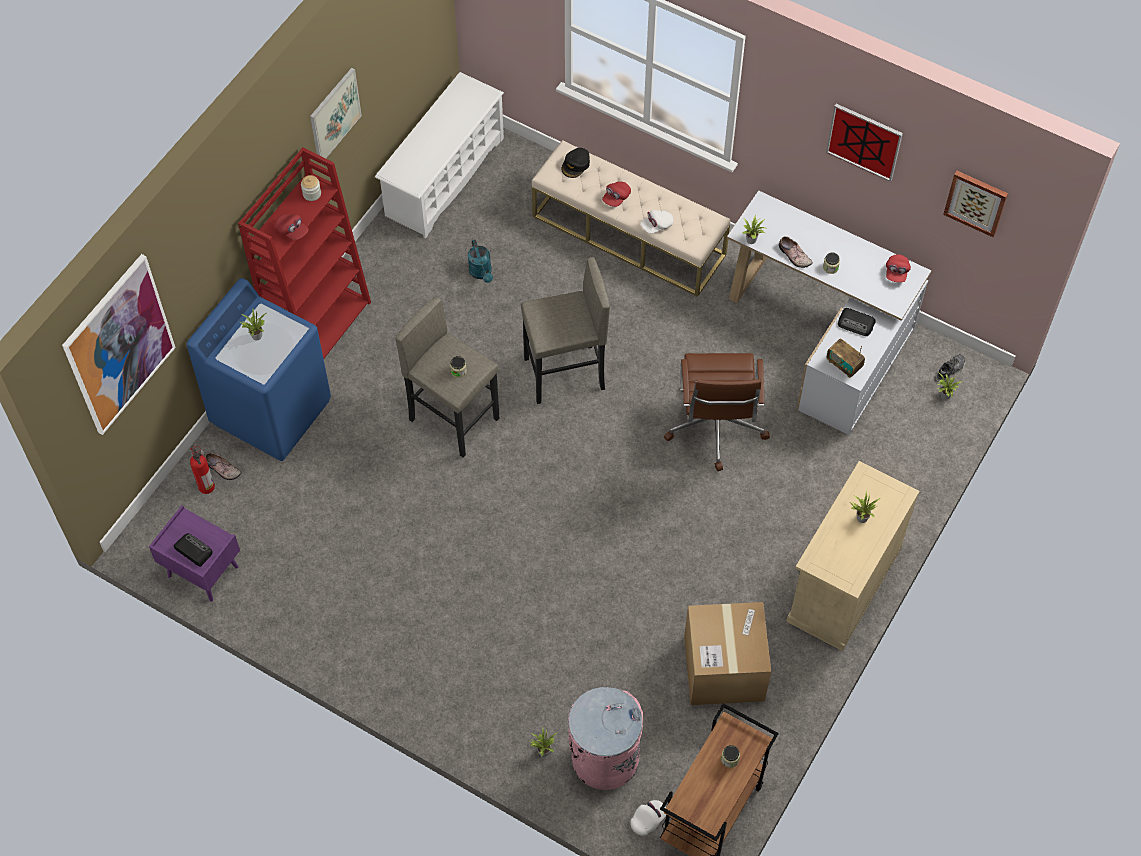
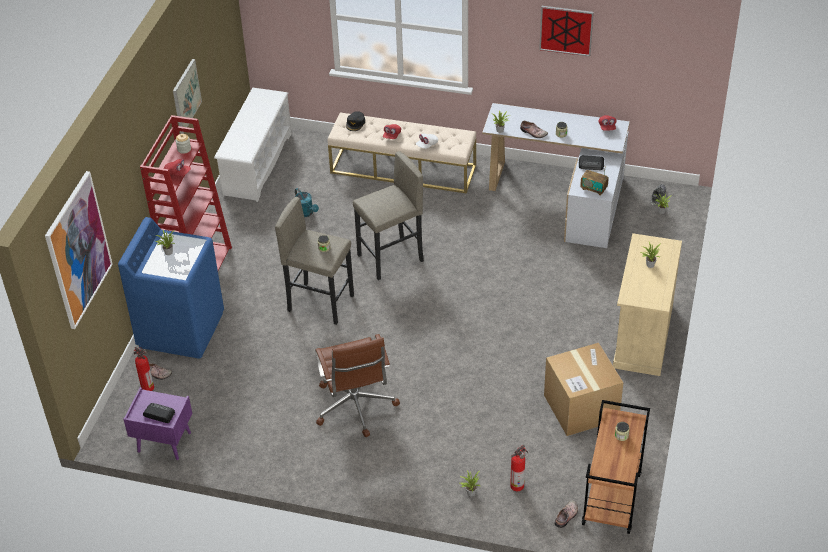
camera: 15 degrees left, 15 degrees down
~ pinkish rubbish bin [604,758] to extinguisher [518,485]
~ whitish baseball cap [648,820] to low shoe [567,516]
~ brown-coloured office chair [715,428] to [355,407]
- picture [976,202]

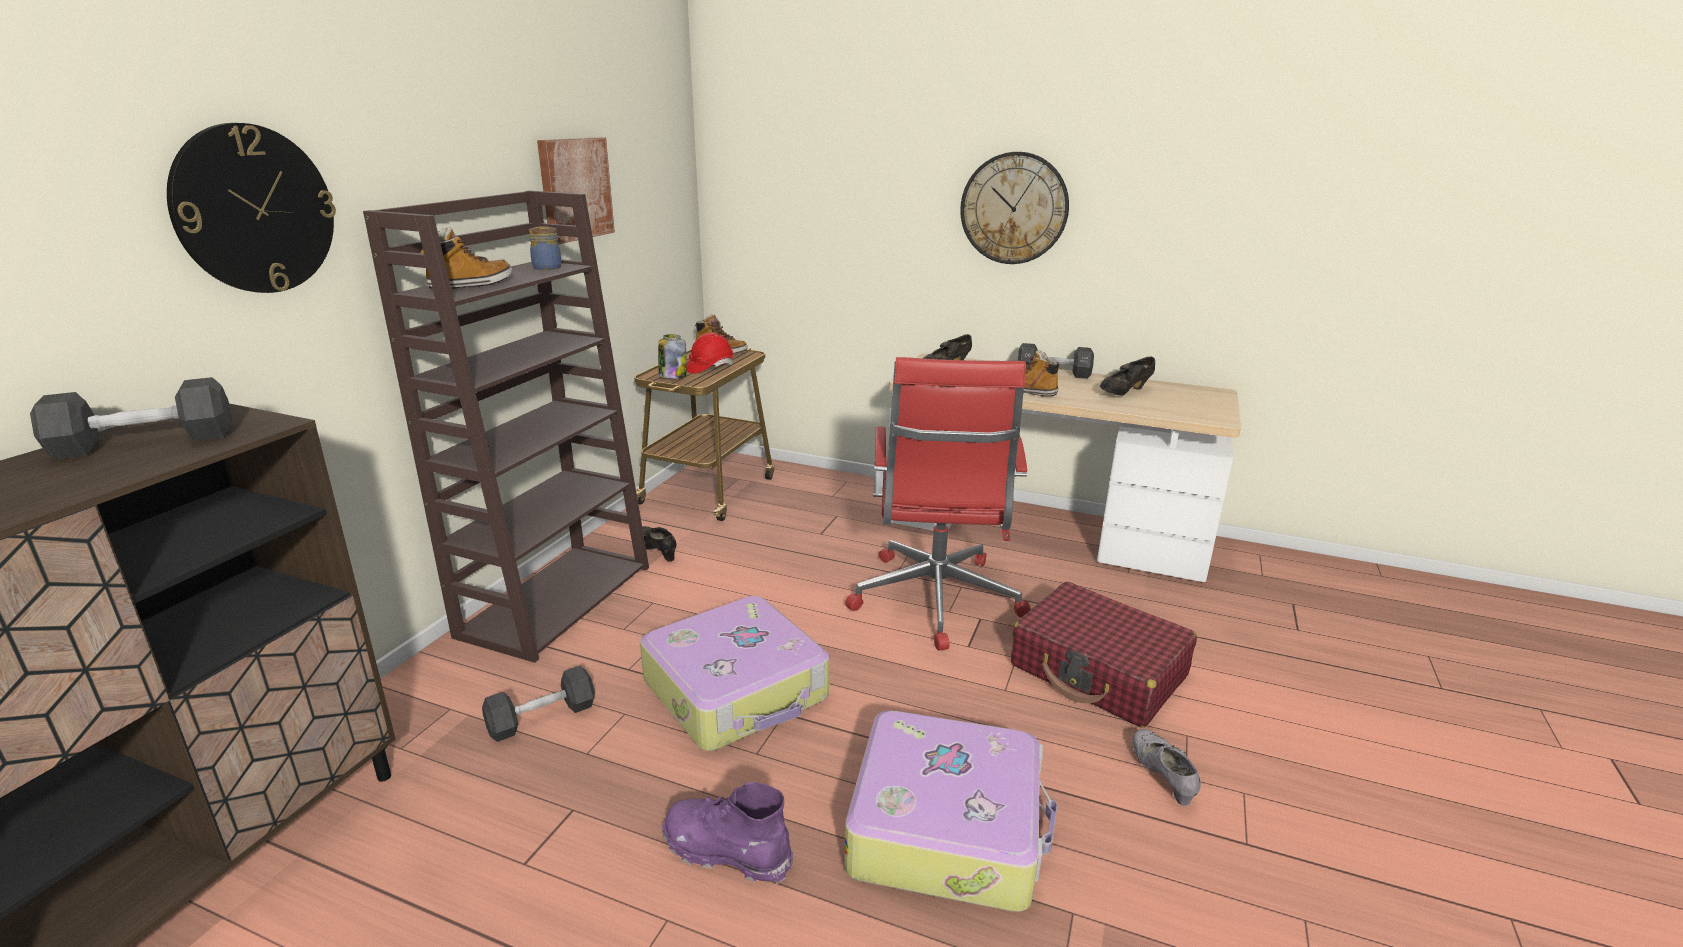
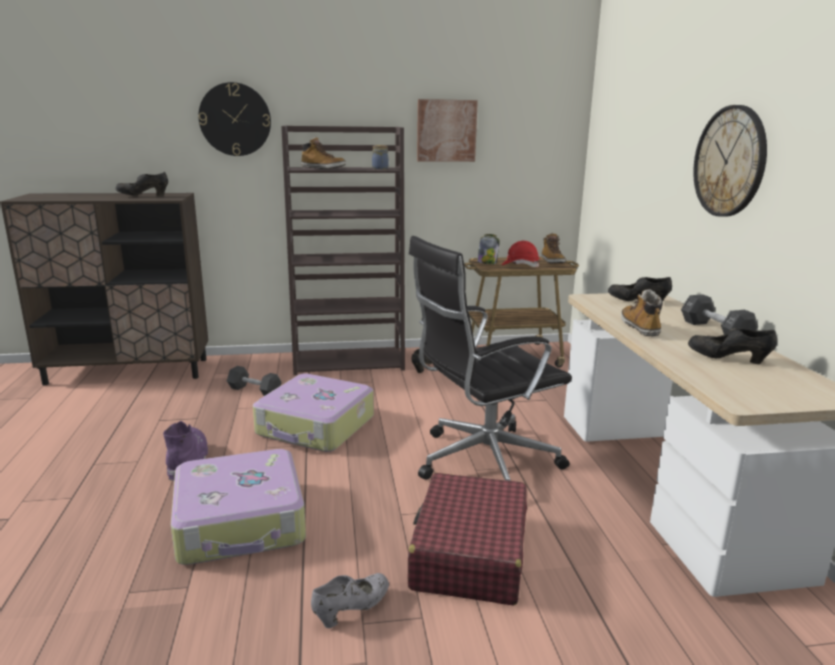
camera: 60 degrees right, 5 degrees down
~ black free weight [145,442] to black low shoe [143,196]
~ red office chair [935,601] to black office chair [482,462]

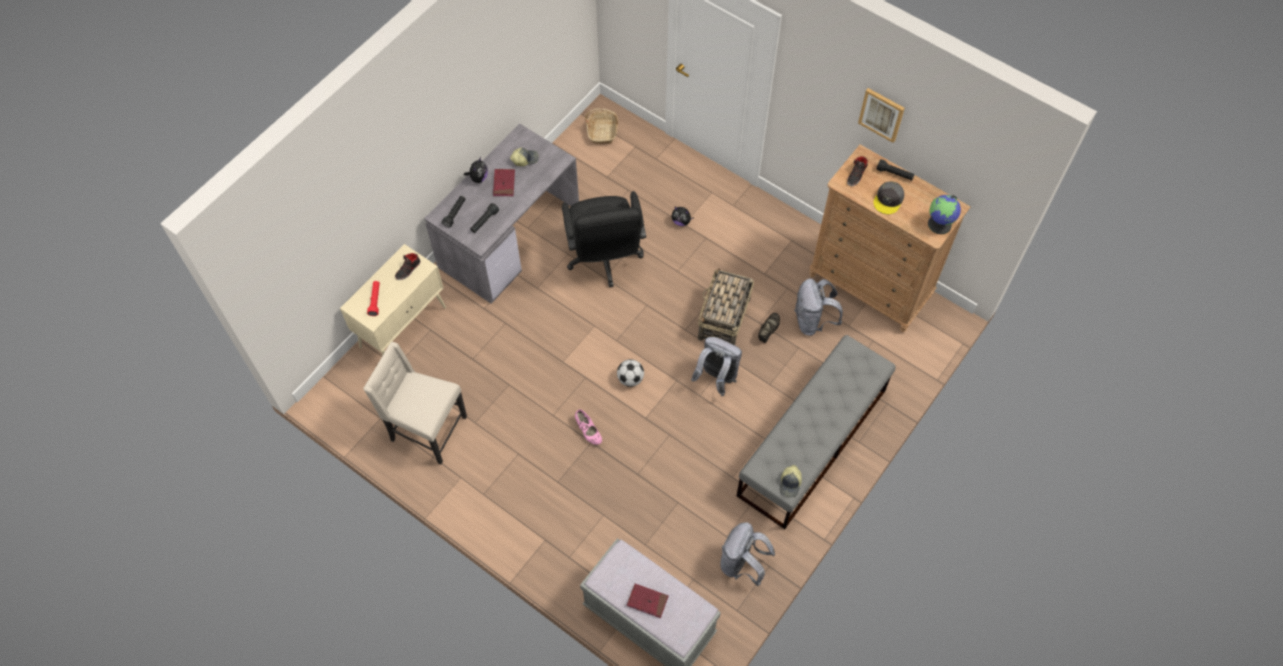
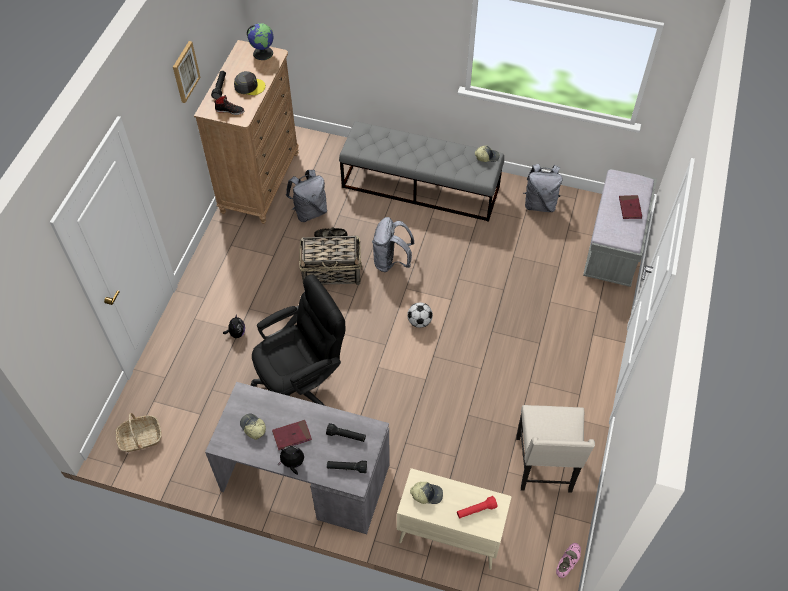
camera: 110 degrees left, 5 degrees down
~ black low shoe [408,270] to baseball cap [427,494]
~ pinkish low shoe [588,431] to [567,563]

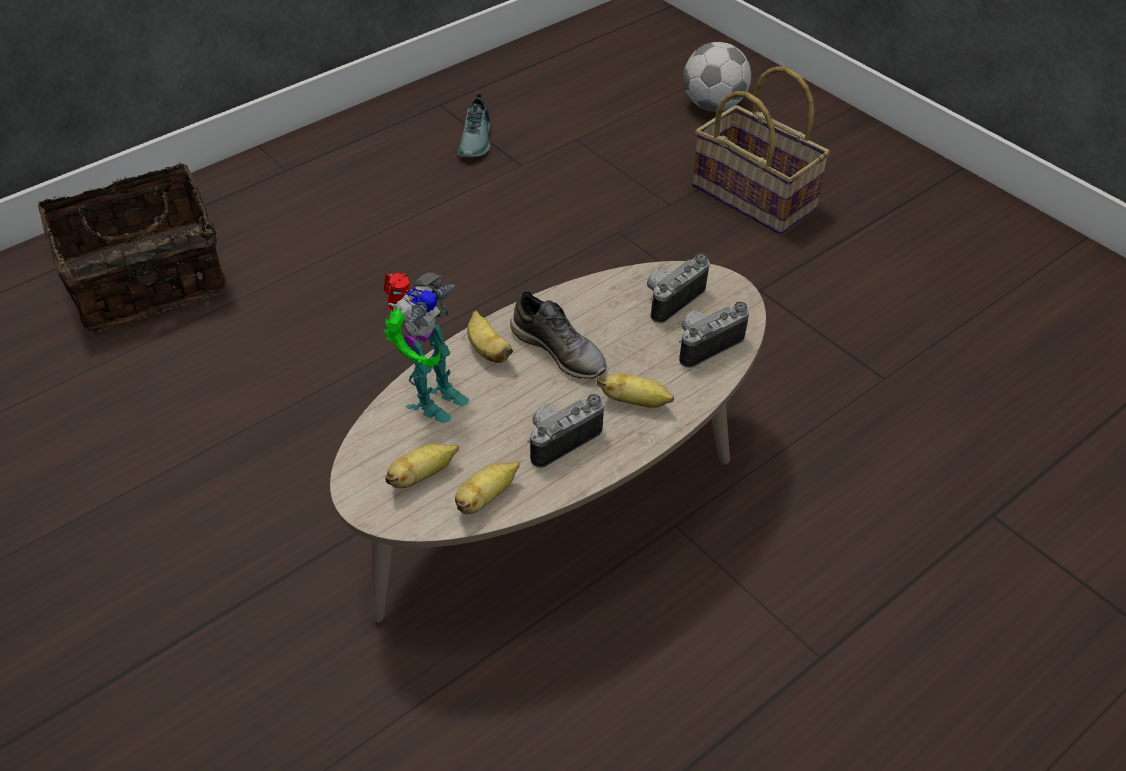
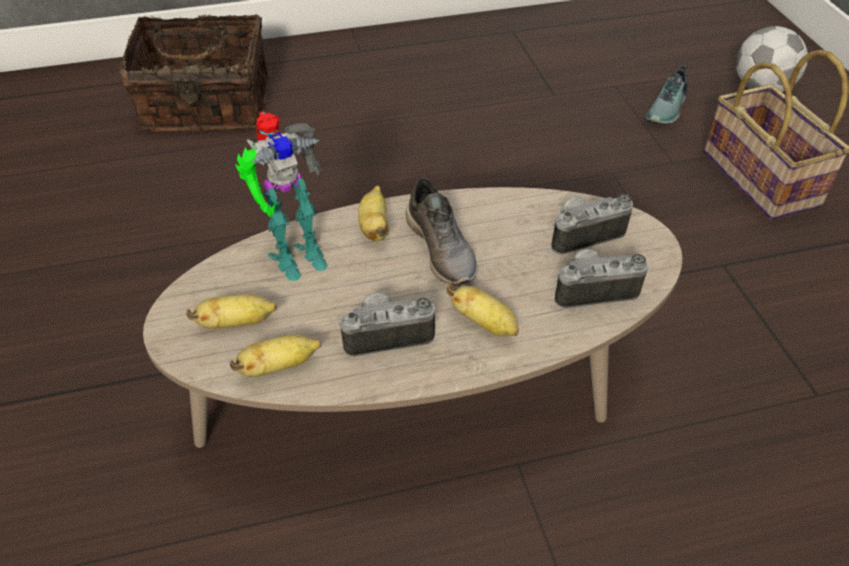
camera: 25 degrees right, 0 degrees up
~ low shoe [477,140] to [668,109]

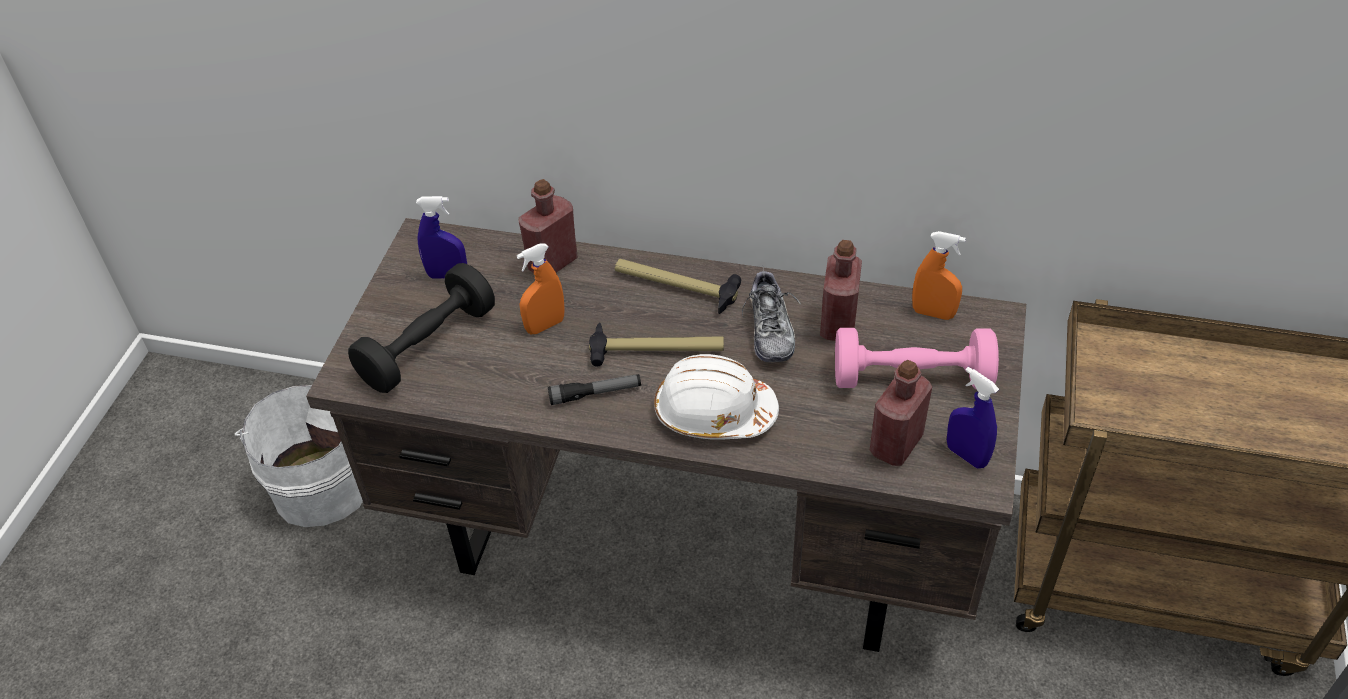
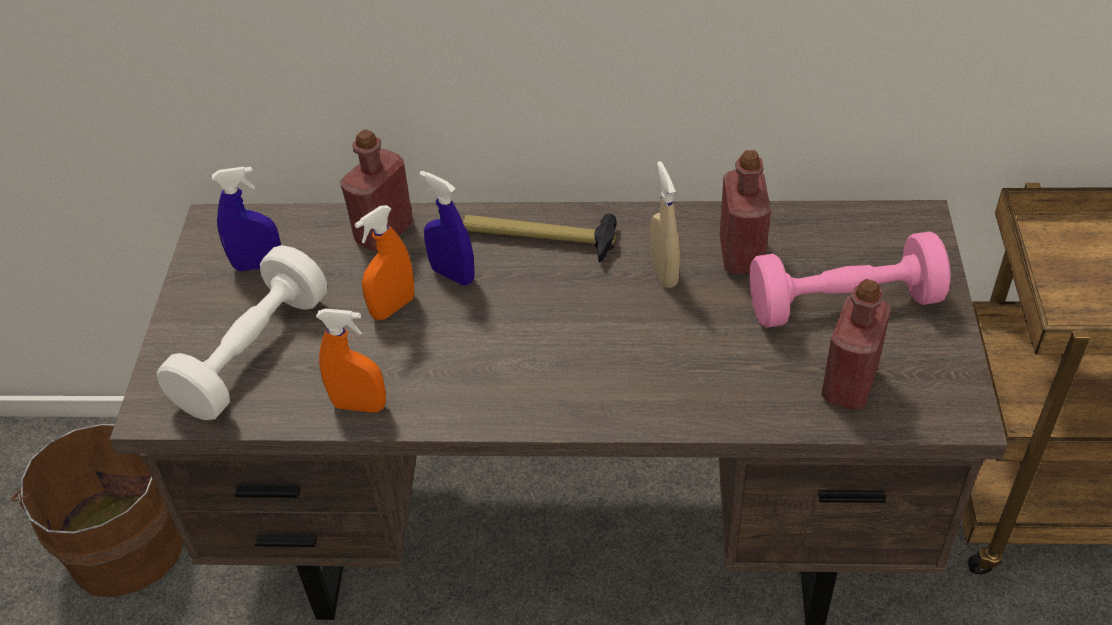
camera: 10 degrees left, 0 degrees up
~ whitish water bucket [321,484] to brown-coloured water bucket [125,541]
~ black free weight [428,346] to whitish free weight [253,354]
- torch [595,394]
- hand hammer [656,350]
- whitish safety helmet [714,413]
~ low shoe [770,330] to beige-coloured sprayer [664,272]
~ orangey sprayer [933,313] to [359,405]
~ blue sprayer [966,455] to [452,275]

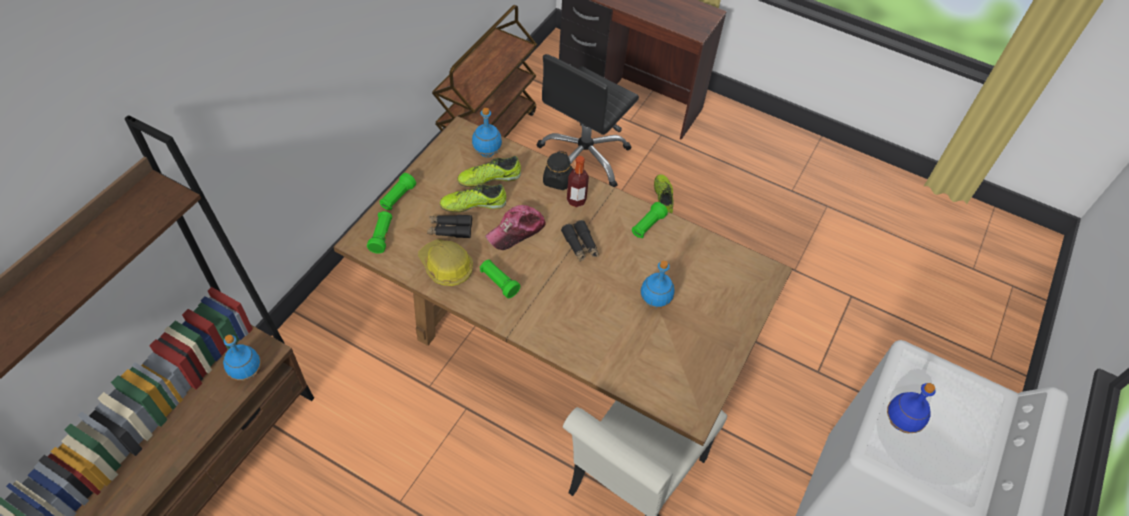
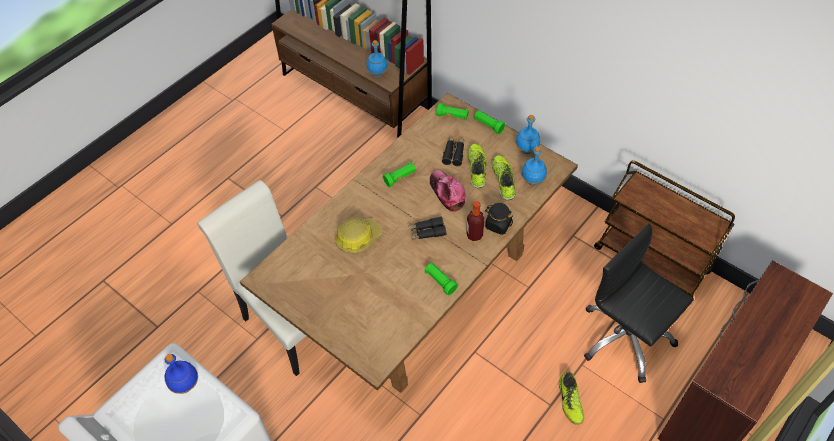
camera: 105 degrees right, 0 degrees up
~ safety helmet [446,267] to [357,238]
~ blue beverage bottle [654,301] to [527,150]
~ low shoe [663,199] = [570,401] 75 degrees clockwise

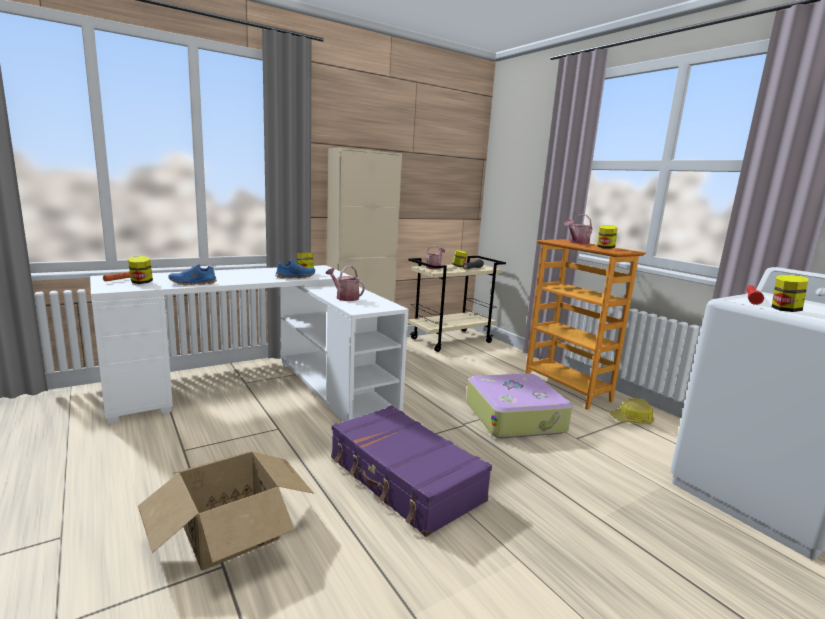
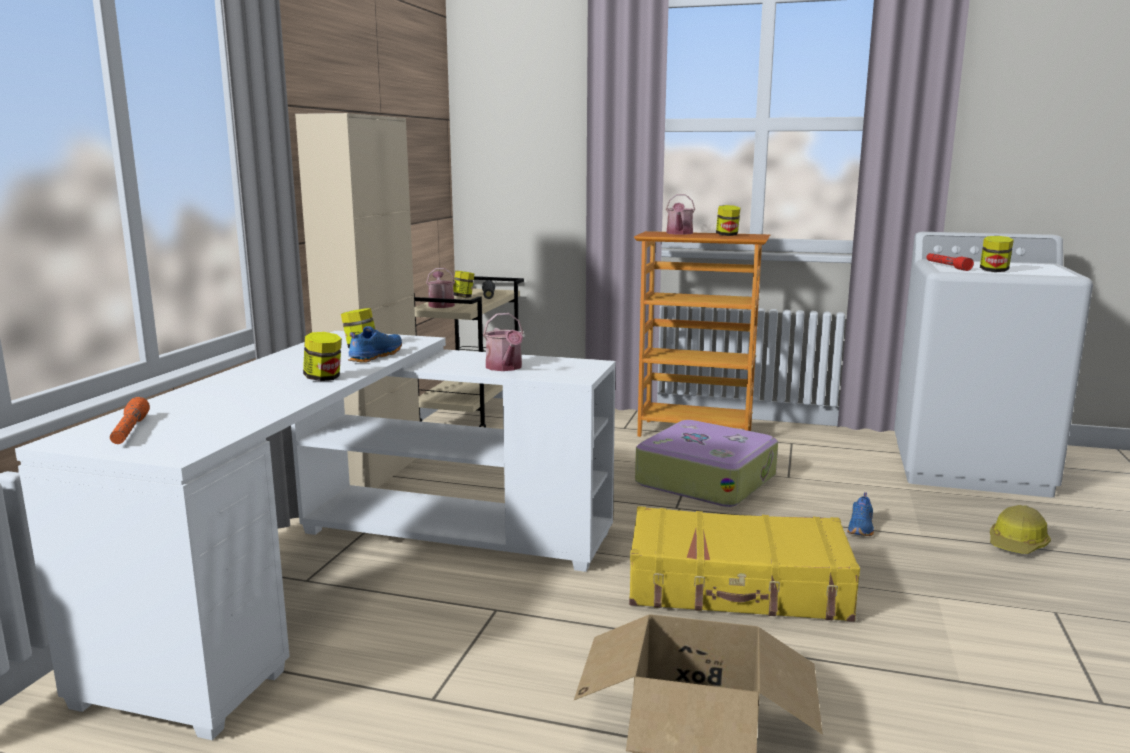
camera: 40 degrees left, 0 degrees up
~ jar [141,282] to [324,378]
~ blue low shoe [193,283] to [861,528]
~ sprinkling can [345,297] = [505,368] 105 degrees counterclockwise
~ purplish travel case [404,479] to yellowish travel case [737,587]
~ safety helmet [631,420] to [1017,544]

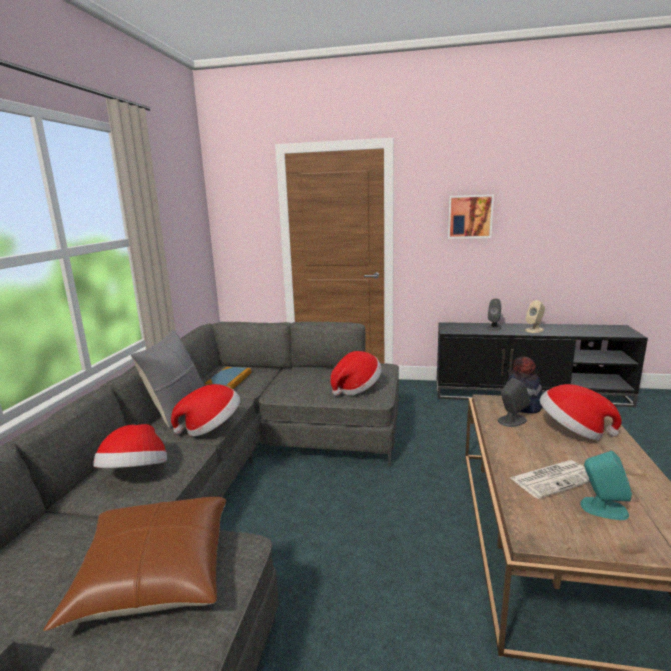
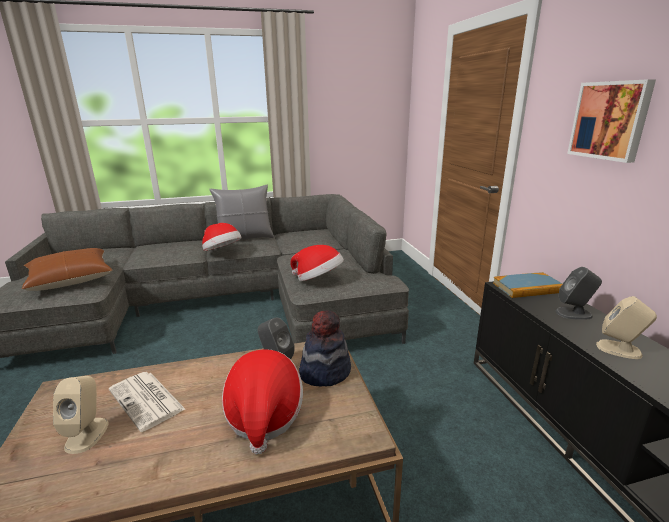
camera: 65 degrees right, 5 degrees up
- clothing hat [136,474]
~ book [229,380] to [527,288]
~ blue-green loudspeaker [603,508] to beige-coloured loudspeaker [87,434]

